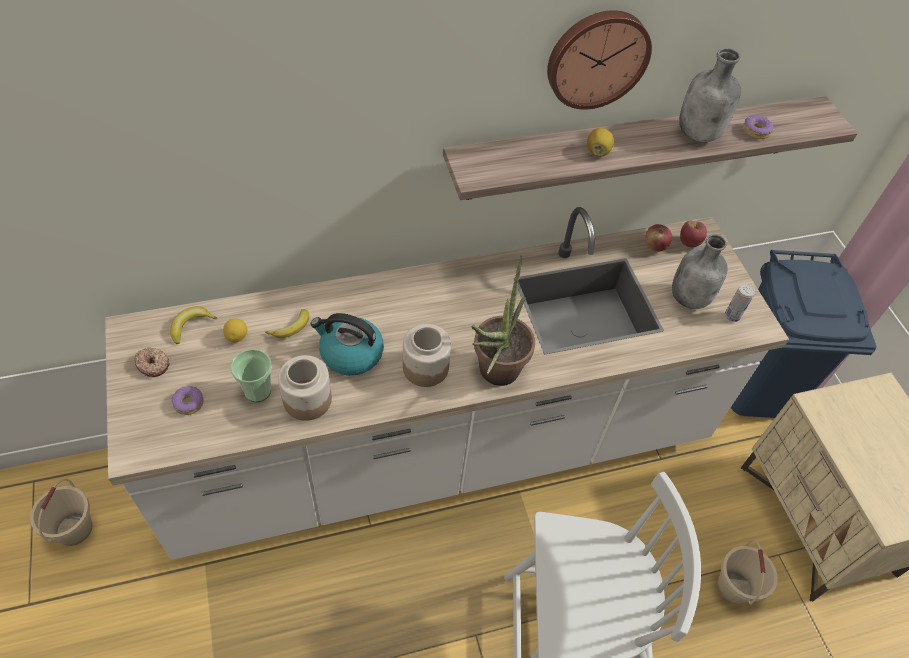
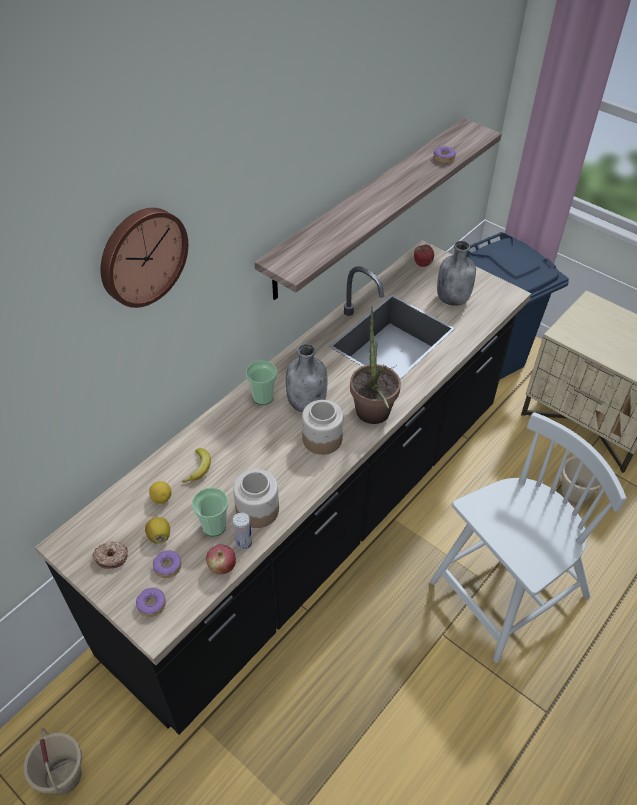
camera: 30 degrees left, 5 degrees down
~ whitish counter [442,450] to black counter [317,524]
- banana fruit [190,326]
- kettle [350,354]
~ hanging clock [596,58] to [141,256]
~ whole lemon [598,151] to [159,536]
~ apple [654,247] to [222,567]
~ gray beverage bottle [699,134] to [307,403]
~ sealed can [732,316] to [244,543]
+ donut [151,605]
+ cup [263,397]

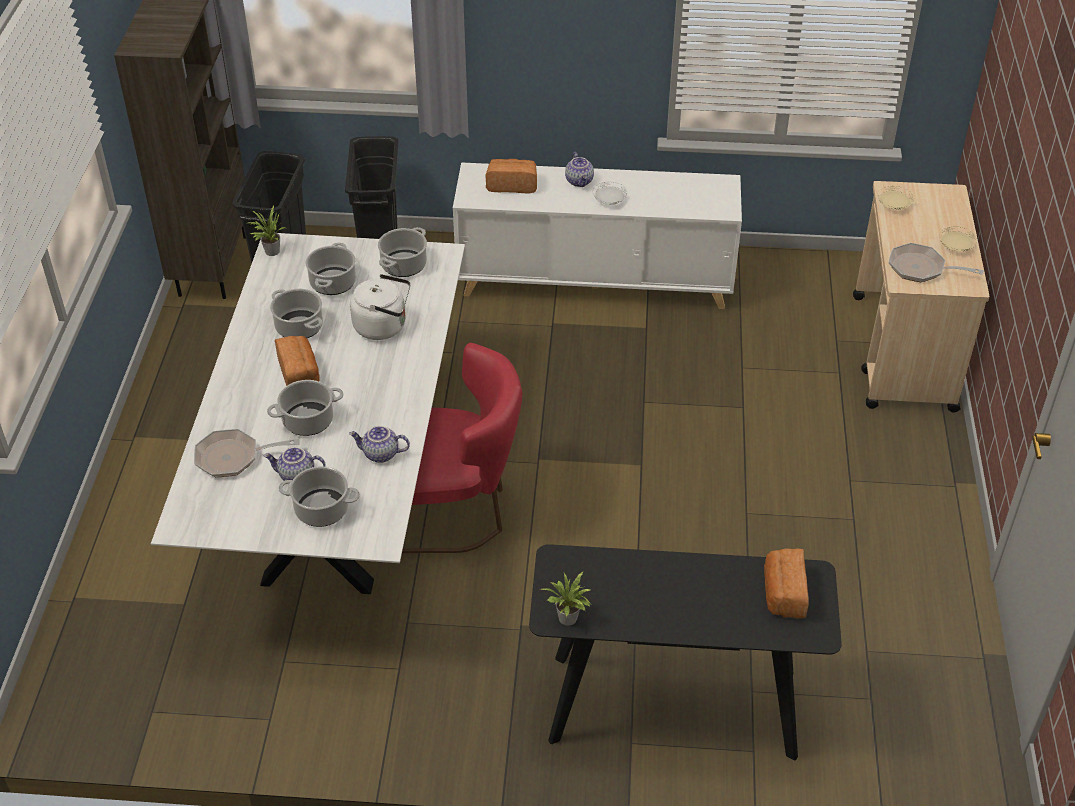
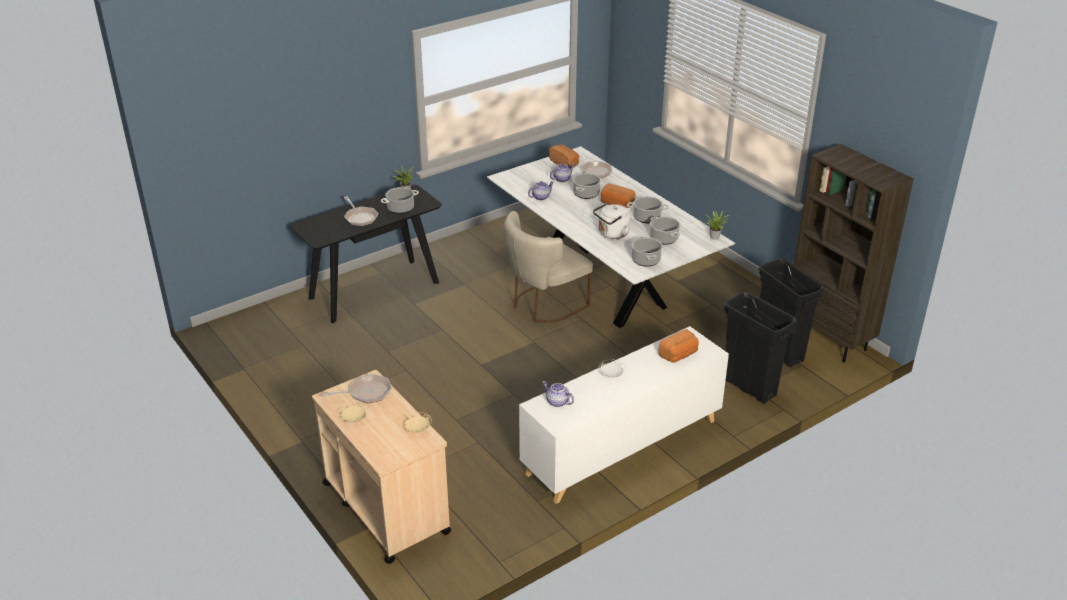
camera: 140 degrees right, 10 degrees down
~ stockpot [321,510] to [401,208]
~ red chair [455,511] to beige-coloured chair [544,305]
~ teapot [580,181] to [557,402]
~ baked bread [783,594] to [565,163]
+ frying pan [360,217]

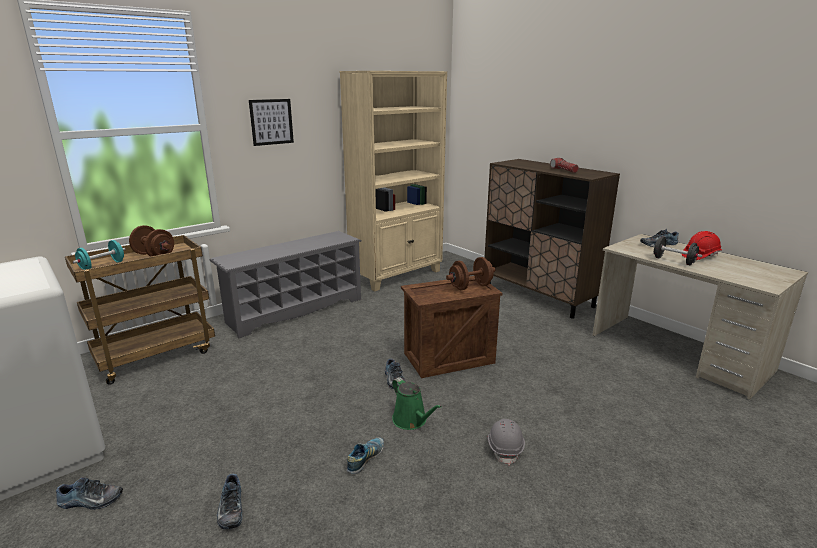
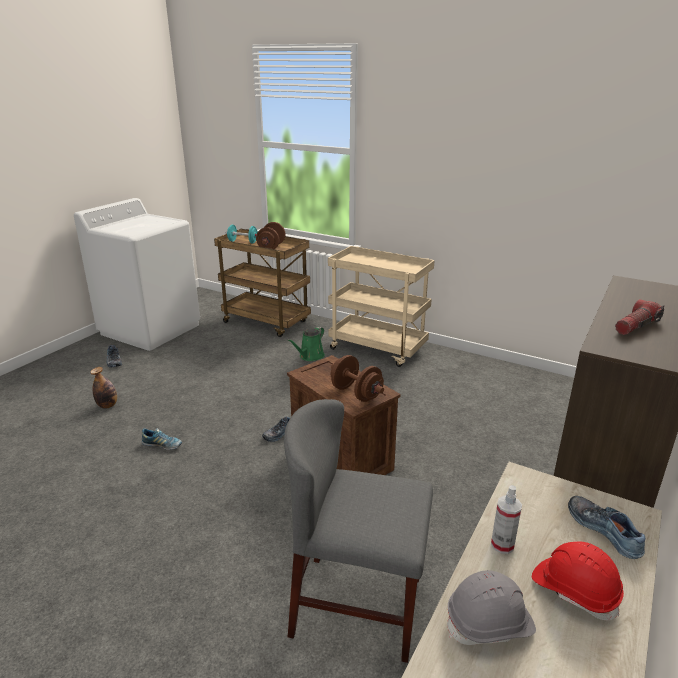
camera: 70 degrees right, 5 degrees up
~ gray shoe stand [295,310] to beige-coloured cart [378,349]
~ low shoe [230,508] to beverage bottle [107,405]
- picture [271,122]
- beige-coloured bookcase [397,275]
~ green-coloured sprinkling can [411,420] to [310,356]
~ gray safety helmet [505,448] to [490,624]
~ black free weight [673,261] to sprayer [502,545]
+ gray chair [357,606]

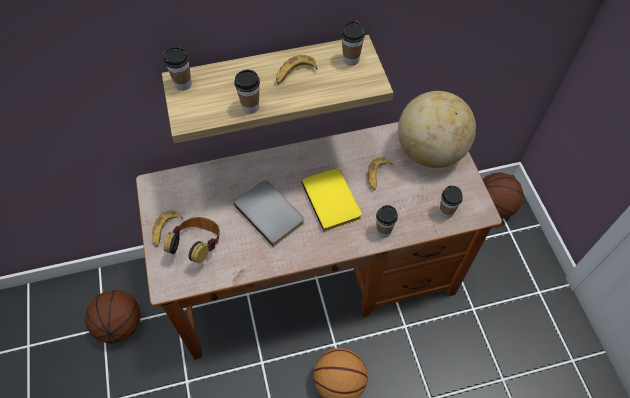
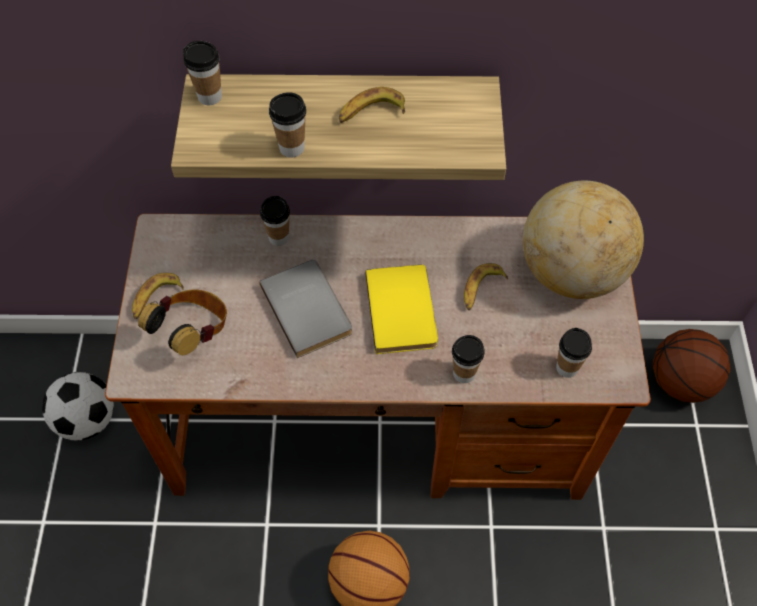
camera: 15 degrees right, 0 degrees up
~ ball for basketball [120,324] to football [87,420]
~ cup [351,60] to [279,237]

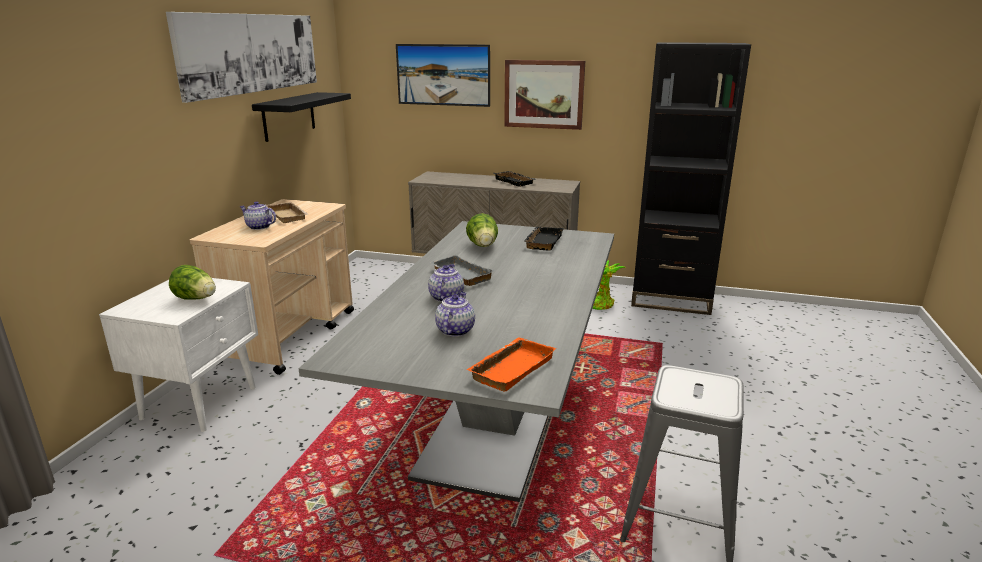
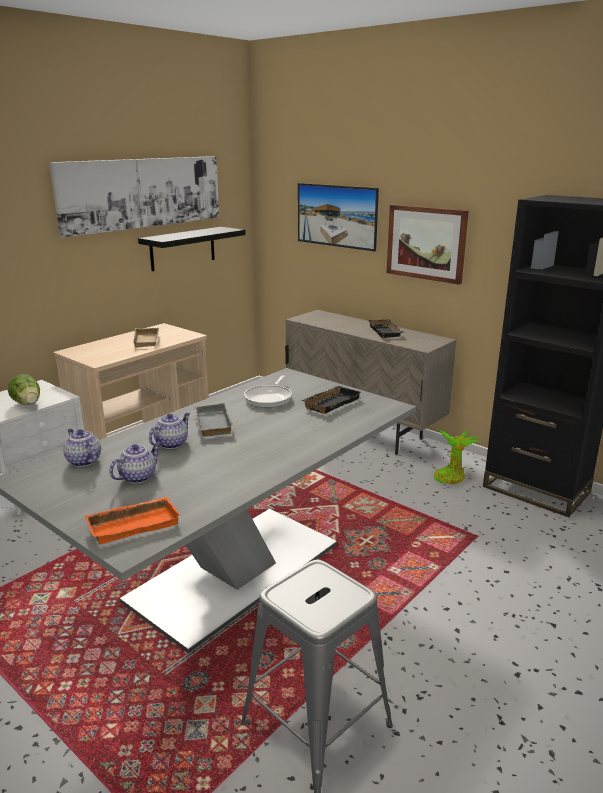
camera: 25 degrees right, 0 degrees up
~ teapot [259,227] to [83,461]
~ lettuce [483,246] to frying pan [269,398]

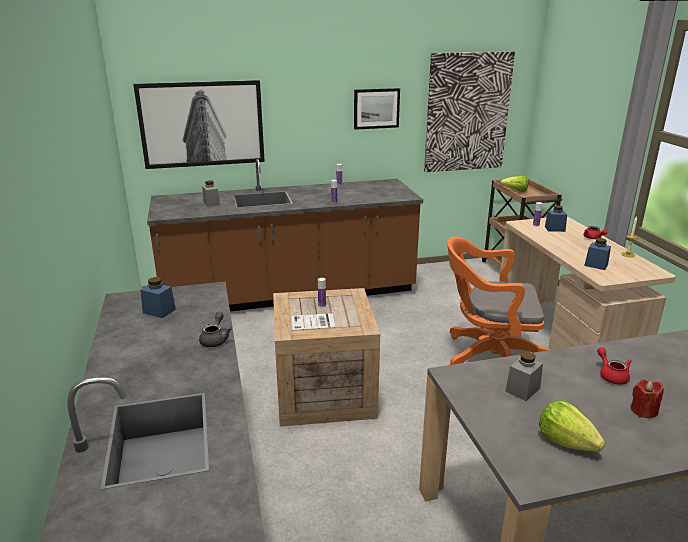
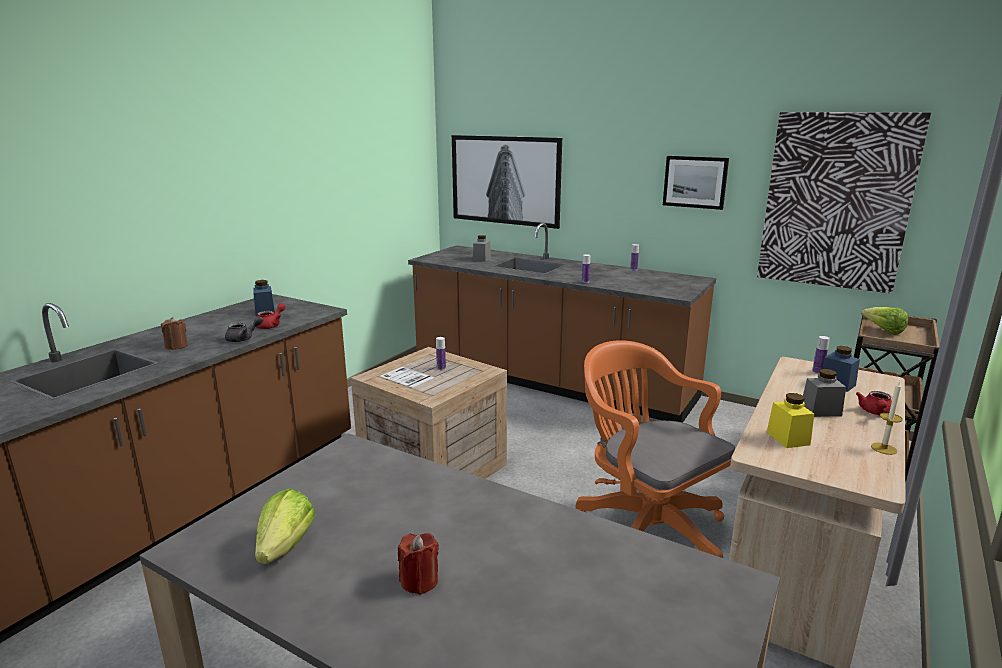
camera: 45 degrees right, 5 degrees down
~ gray jar [522,389] to [820,411]
~ blue jar [596,265] to yellowish jar [788,438]
~ red teapot [611,375] to [271,325]
+ brown-coloured candle [176,346]

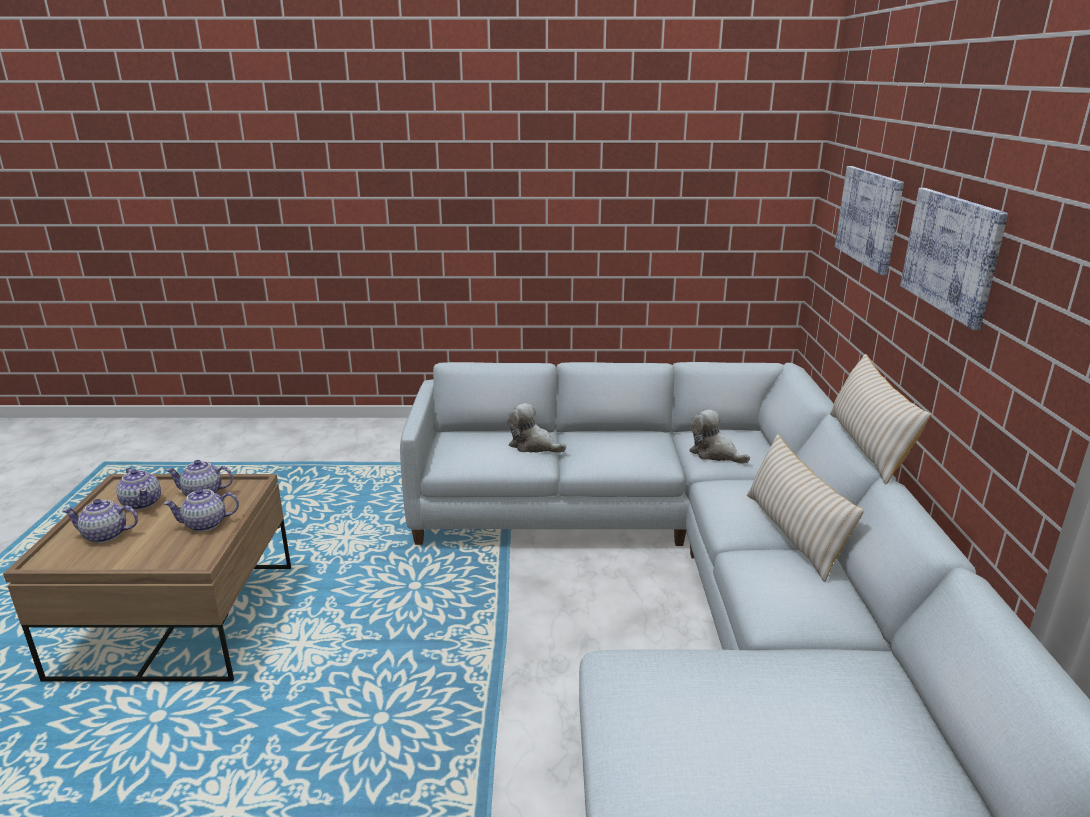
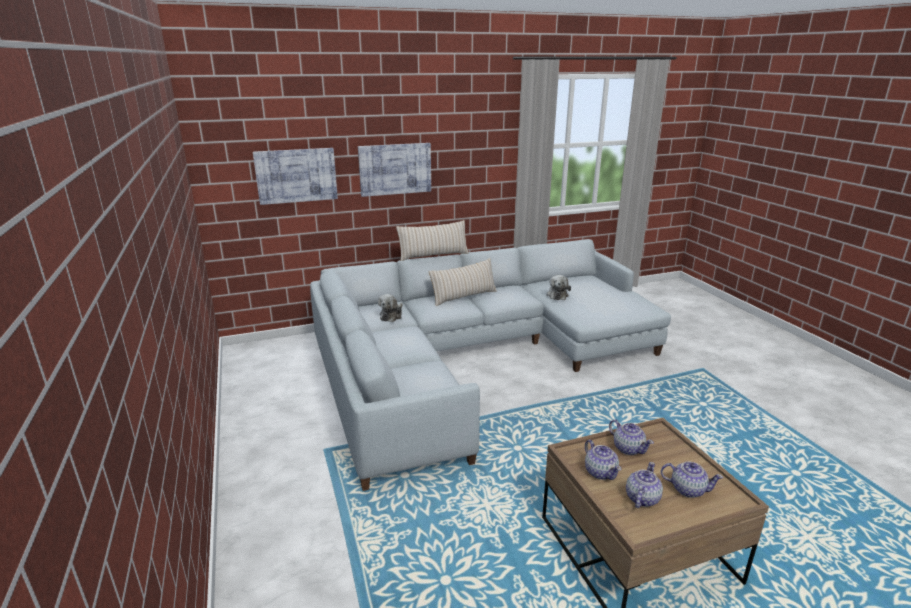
camera: 110 degrees left, 0 degrees up
~ teapot [106,535] = [687,489] 45 degrees counterclockwise
~ soft toy [533,446] to [557,295]

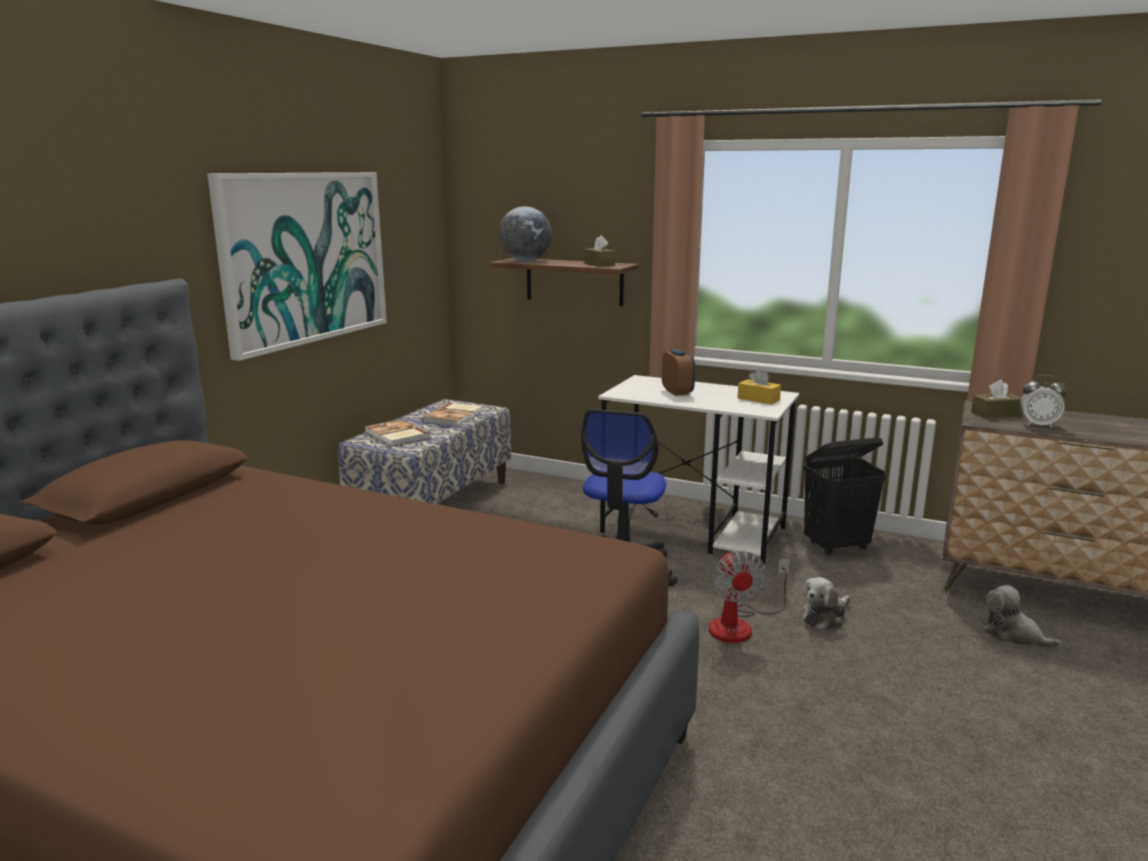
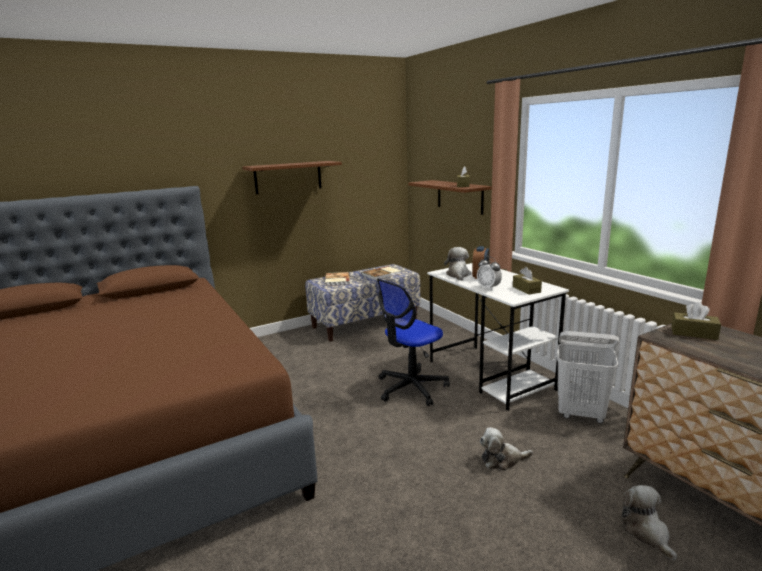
camera: 35 degrees right, 0 degrees up
~ picture [305,258] to wall shelf [288,177]
- desk globe [525,261]
- cooling fan [740,625]
~ yellowish tissue holder [758,399] to brown-coloured tissue holder [526,289]
~ black laundry basket [837,547] to whitish laundry basket [581,414]
~ table clock [1038,425] to [488,288]
+ soft toy [458,275]

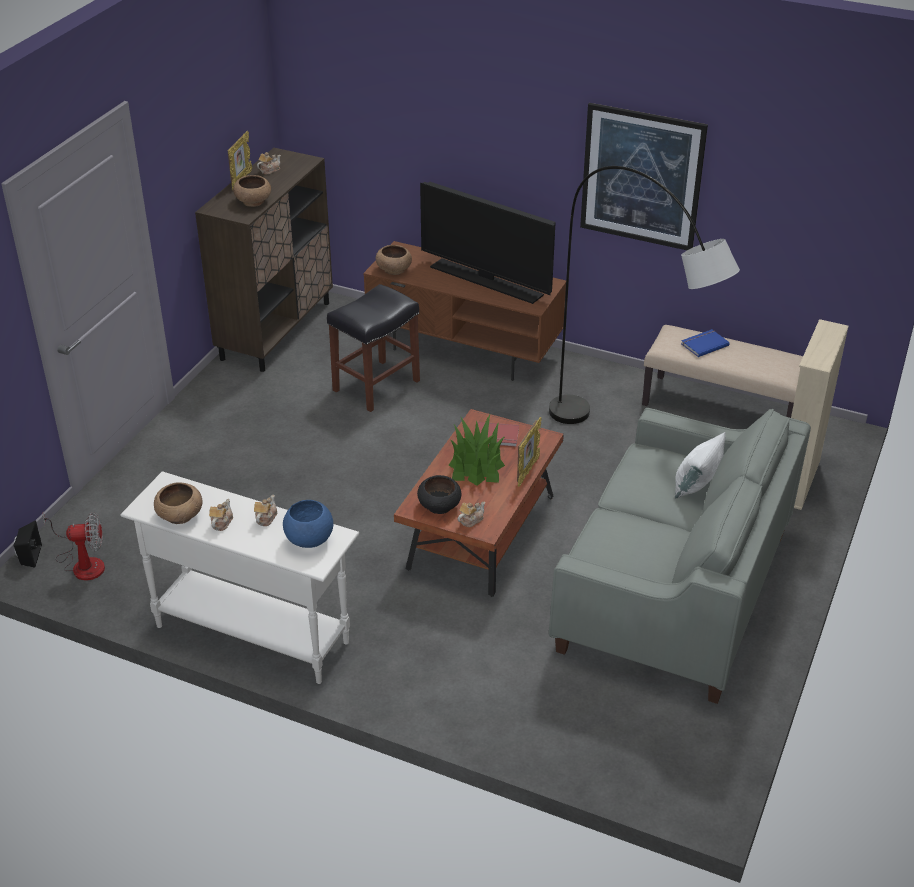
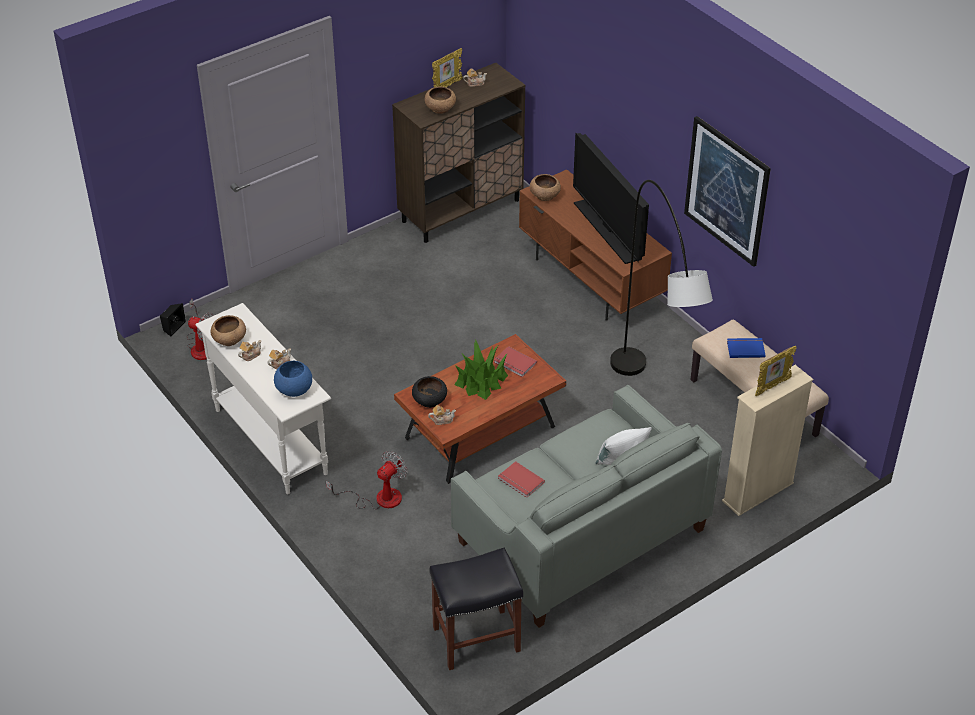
camera: 30 degrees right, 5 degrees up
~ black stool [376,385] to [477,638]
~ standing frame [527,471] to [772,386]
+ cooling fan [379,498]
+ red book [520,481]

